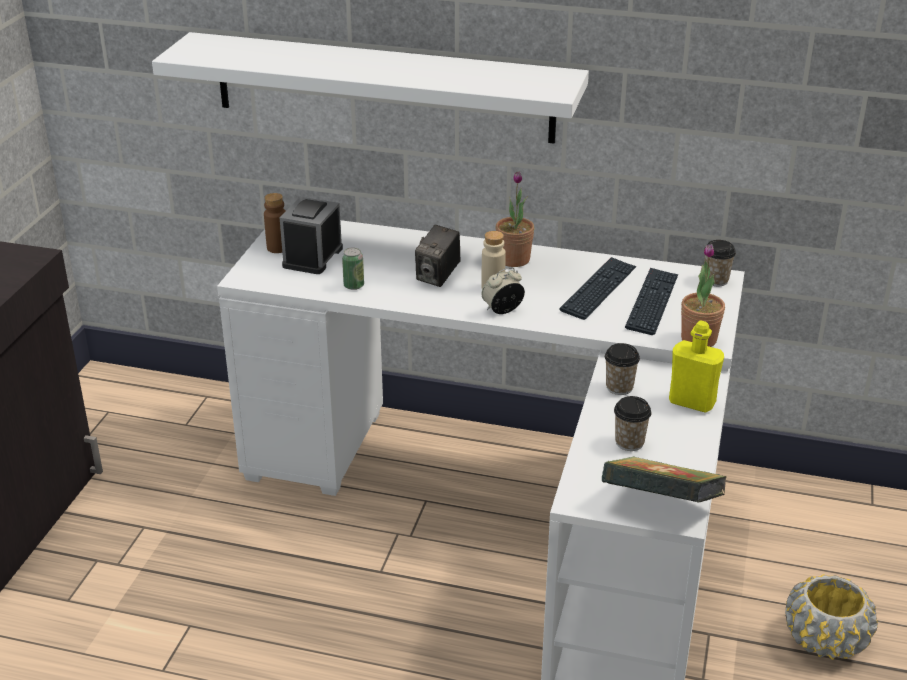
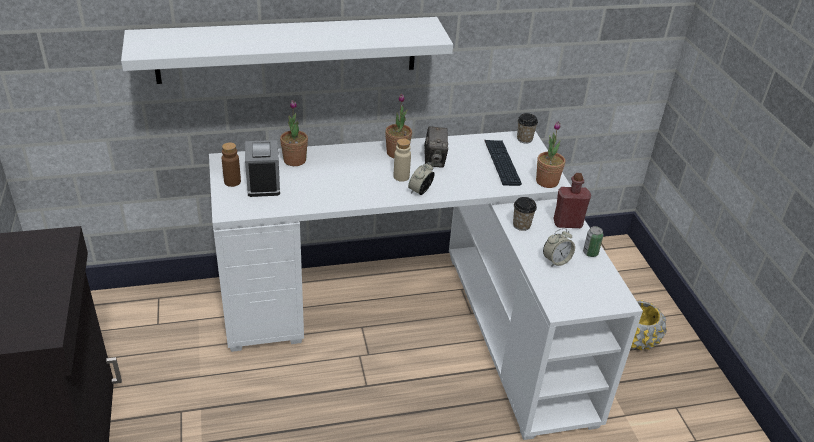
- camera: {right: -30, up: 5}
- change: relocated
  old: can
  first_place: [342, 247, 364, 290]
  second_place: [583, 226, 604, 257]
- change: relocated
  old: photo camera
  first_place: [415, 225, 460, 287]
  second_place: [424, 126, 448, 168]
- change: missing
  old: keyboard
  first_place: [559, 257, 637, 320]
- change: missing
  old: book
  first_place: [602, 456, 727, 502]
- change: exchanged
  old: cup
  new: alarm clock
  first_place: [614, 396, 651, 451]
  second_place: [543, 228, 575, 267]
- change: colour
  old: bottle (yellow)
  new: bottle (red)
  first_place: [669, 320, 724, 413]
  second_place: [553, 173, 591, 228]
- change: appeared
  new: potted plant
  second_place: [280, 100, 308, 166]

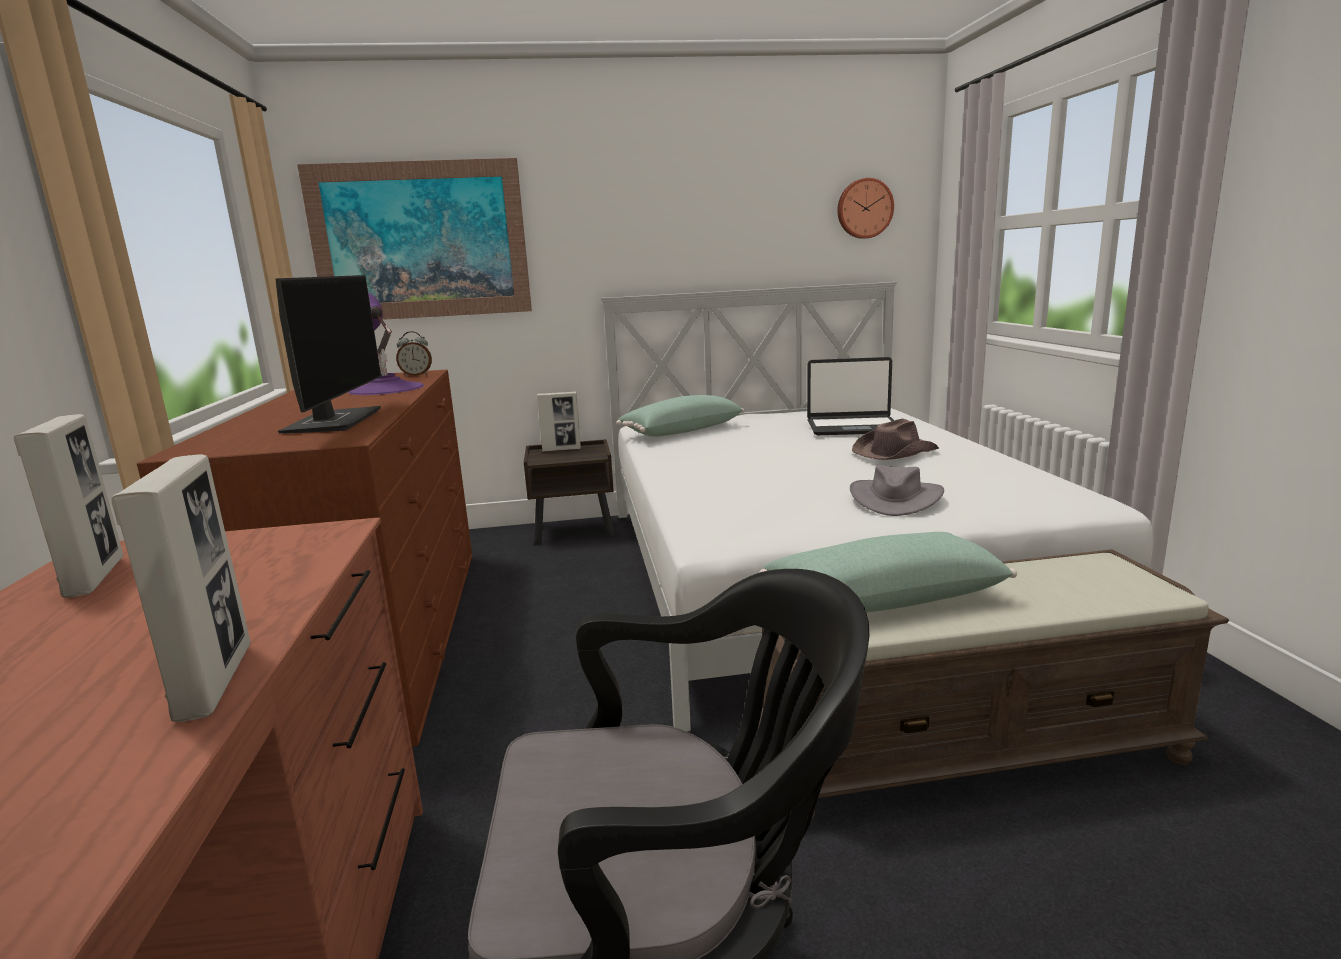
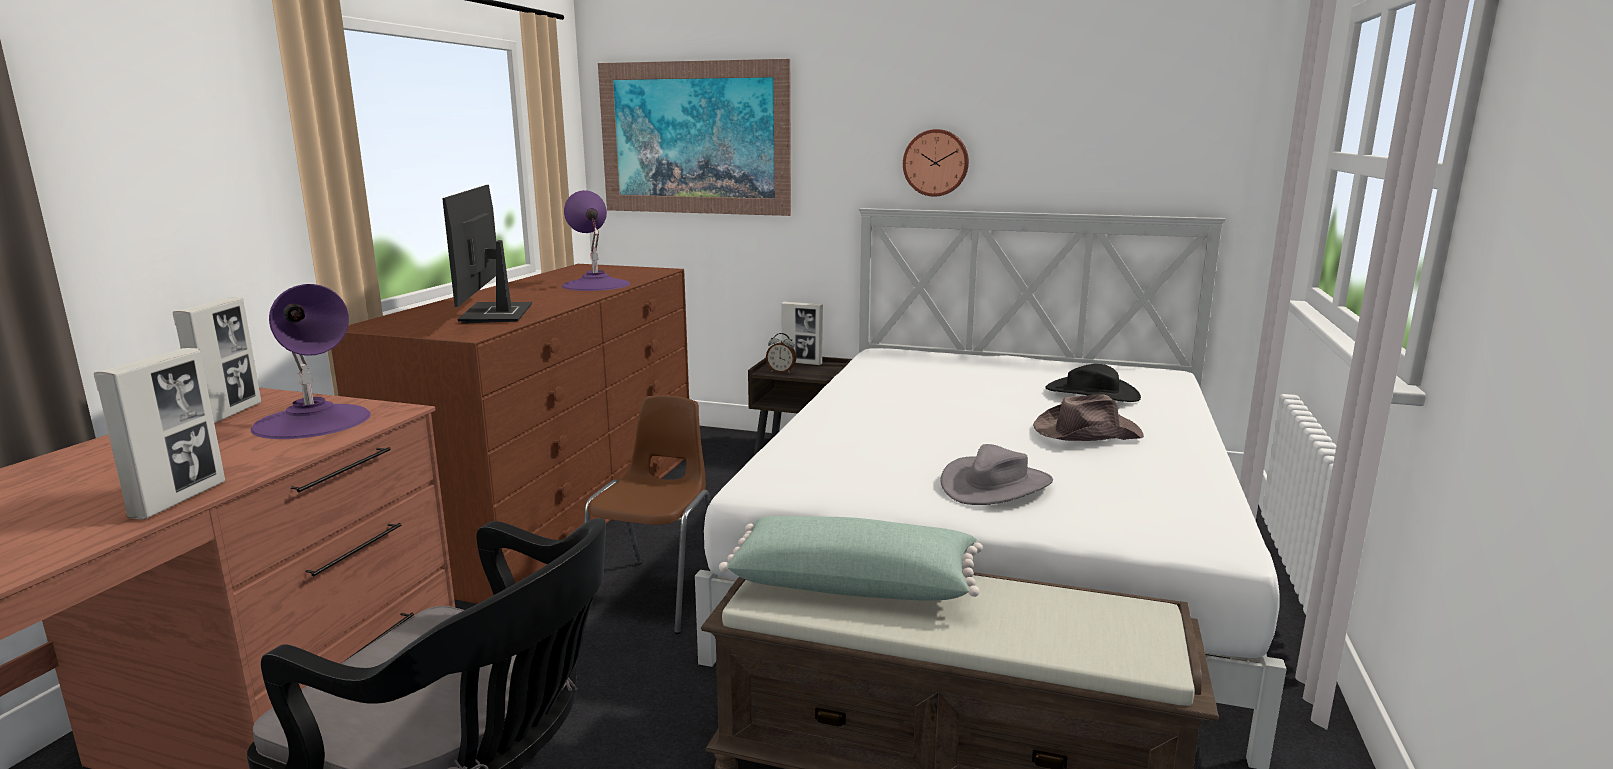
- camera: {right: 25, up: 0}
- change: spun
  old: monitor
  first_place: [276, 275, 381, 434]
  second_place: [442, 185, 532, 324]
  degrees: 150
- change: relocated
  old: alarm clock
  first_place: [396, 331, 432, 377]
  second_place: [766, 333, 796, 373]
- change: missing
  old: pillow (green)
  first_place: [616, 395, 745, 437]
- change: exchanged
  old: laptop
  new: hat (black)
  first_place: [807, 357, 894, 435]
  second_place: [1045, 364, 1141, 402]
- change: relocated
  old: wall clock
  first_place: [837, 178, 894, 239]
  second_place: [903, 129, 969, 197]
- change: appeared
  new: table lamp (purple)
  second_place: [251, 284, 371, 439]
- change: appeared
  new: chair (brown)
  second_place: [584, 395, 711, 634]

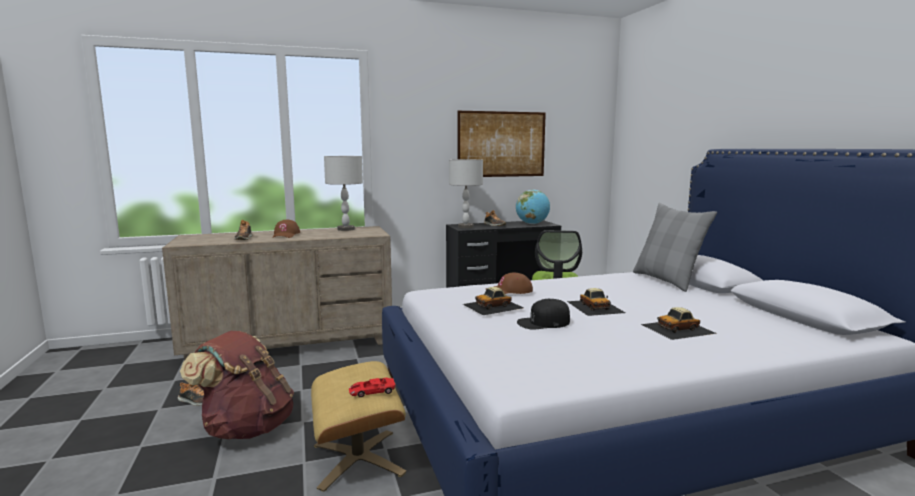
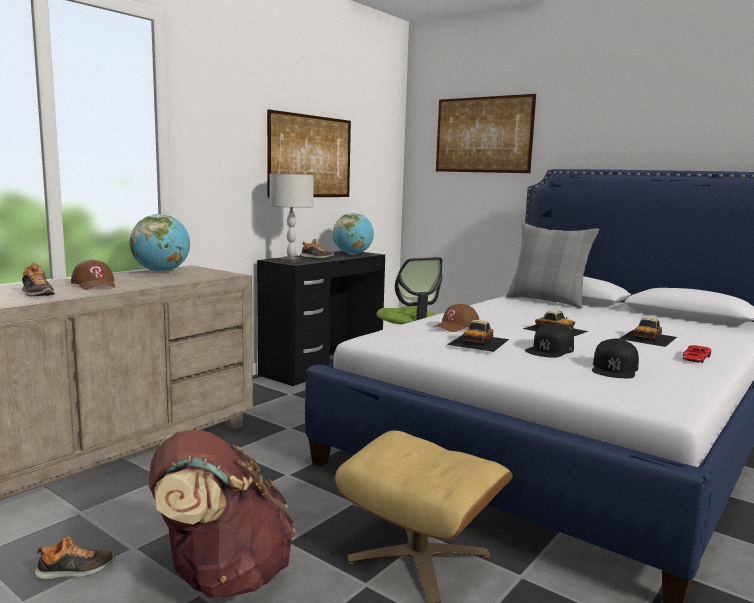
- camera: {right: -35, up: 0}
- change: exchanged
  old: table lamp (grey)
  new: globe
  first_place: [324, 156, 363, 231]
  second_place: [130, 214, 190, 272]
- change: relocated
  old: toy car (red)
  first_place: [349, 378, 396, 397]
  second_place: [683, 345, 712, 363]
- change: appeared
  new: picture
  second_place: [436, 94, 536, 173]
- change: appeared
  new: cap (black)
  second_place: [592, 338, 639, 378]

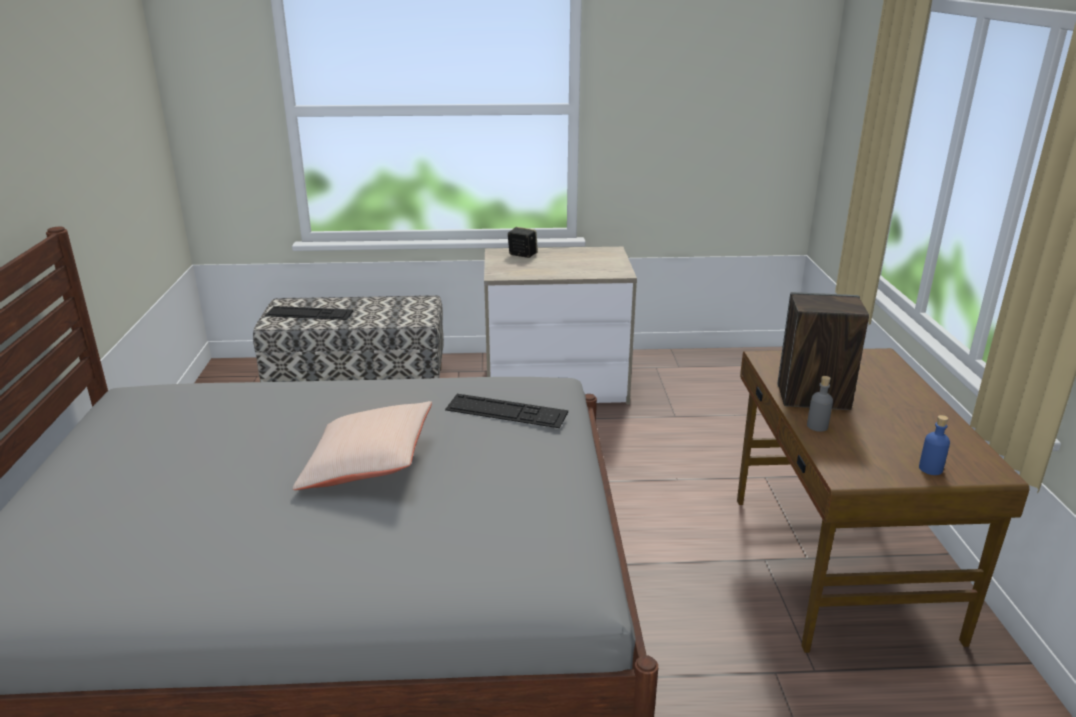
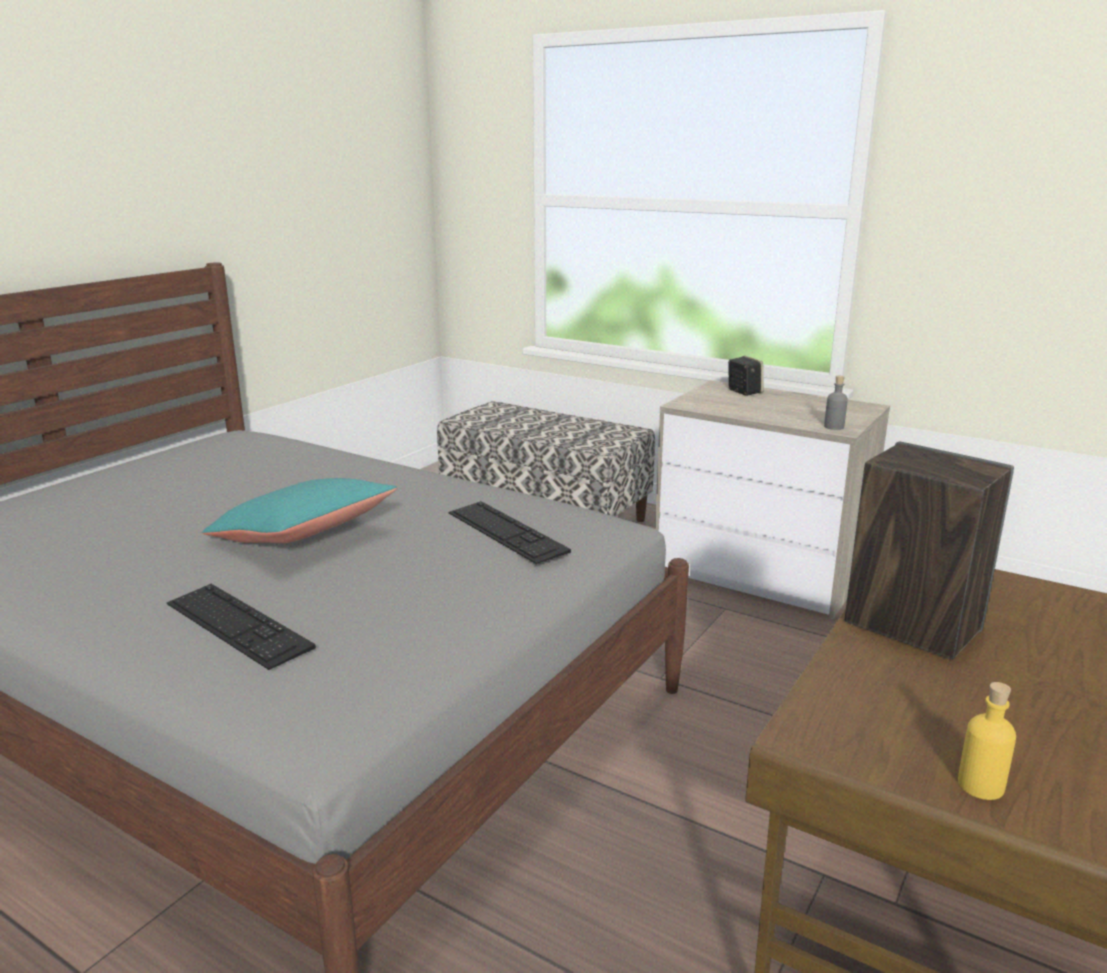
- camera: {right: 35, up: -5}
- change: relocated
  old: keyboard
  first_place: [265, 306, 353, 320]
  second_place: [167, 584, 316, 670]
- change: colour
  old: pillow (beige)
  new: pillow (turquoise)
  first_place: [293, 401, 432, 490]
  second_place: [202, 478, 397, 543]
- change: relocated
  old: bottle (grey)
  first_place: [807, 376, 833, 432]
  second_place: [824, 376, 848, 430]
- change: colour
  old: bottle (blue)
  new: bottle (yellow)
  first_place: [919, 415, 950, 475]
  second_place: [958, 682, 1016, 800]

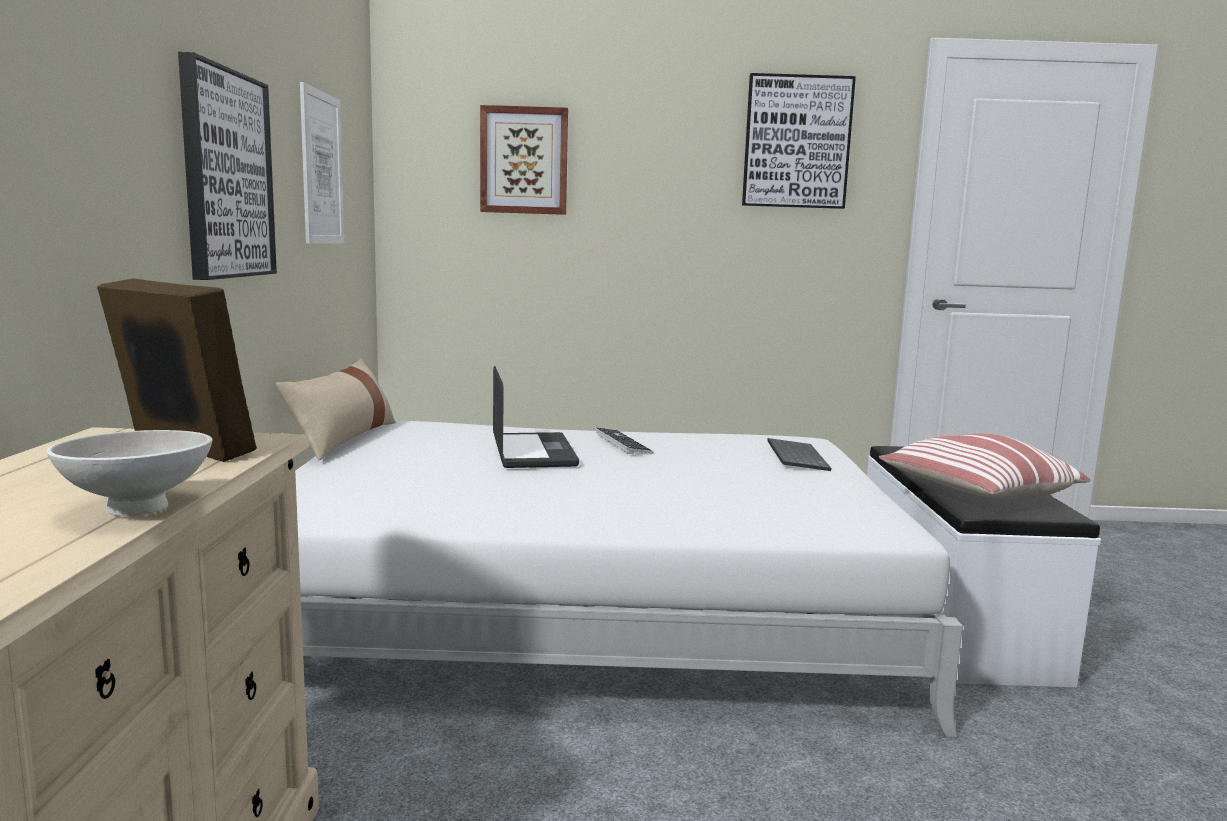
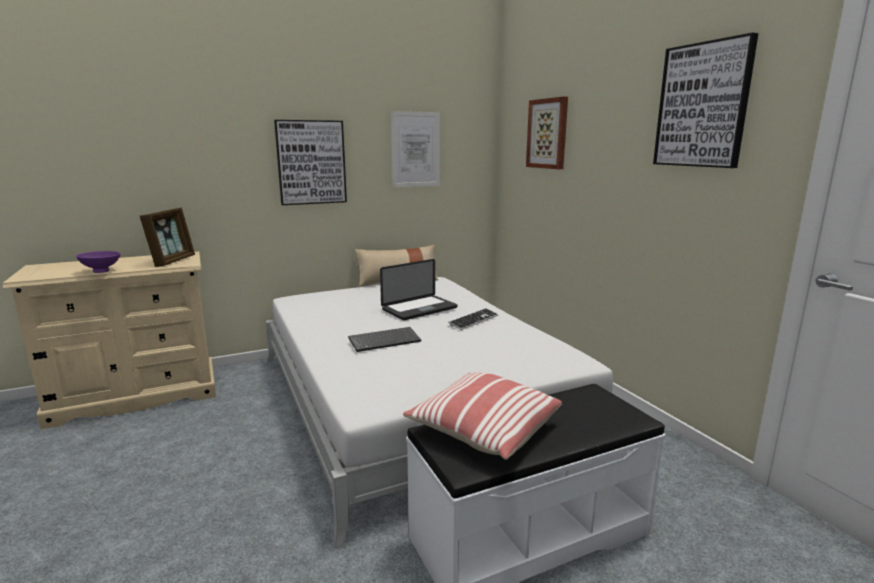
- camera: {right: 65, up: 5}
- change: colour
  old: bowl (white)
  new: bowl (purple)
  first_place: [46, 430, 213, 516]
  second_place: [76, 251, 121, 273]
- change: relocated
  old: keyboard
  first_place: [767, 438, 831, 471]
  second_place: [348, 327, 421, 352]

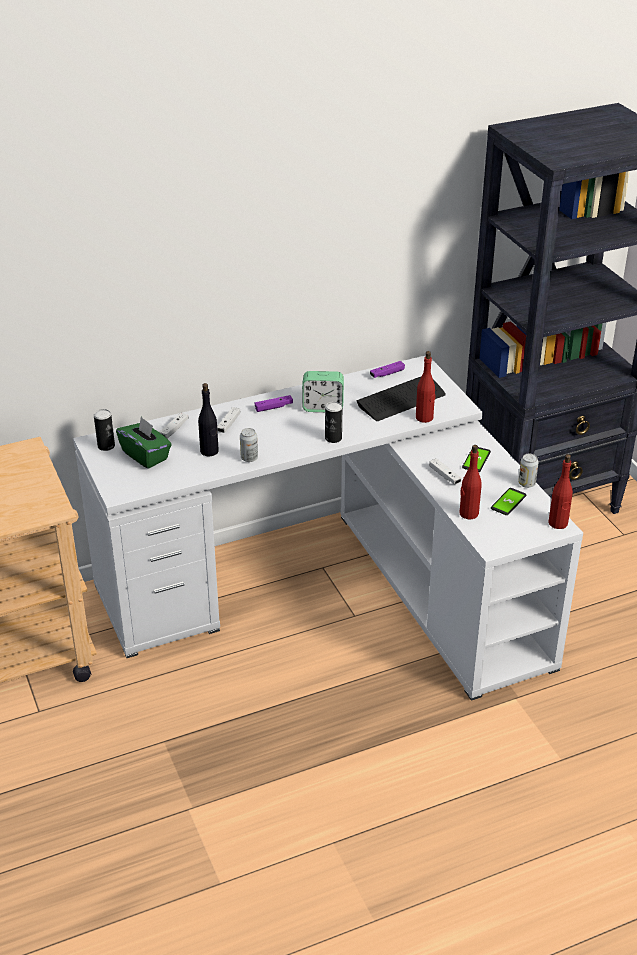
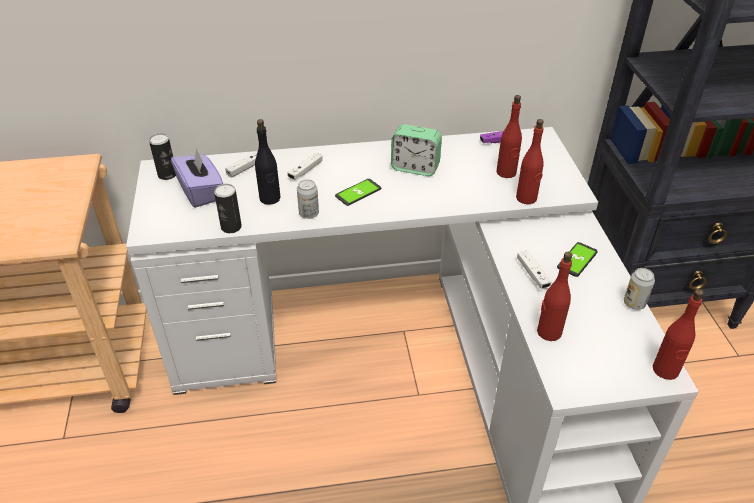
- camera: {right: 15, up: 5}
- change: colour
  old: tissue box (green)
  new: tissue box (purple)
  first_place: [116, 417, 172, 469]
  second_place: [171, 148, 223, 208]
- change: missing
  old: game controller (purple)
  first_place: [255, 395, 293, 412]
- change: relocated
  old: can
  first_place: [325, 402, 342, 443]
  second_place: [214, 184, 242, 233]
- change: exchanged
  old: keyboard
  new: bottle (red)
  first_place: [356, 376, 446, 421]
  second_place: [496, 95, 522, 178]
- change: relocated
  old: phone
  first_place: [491, 488, 526, 515]
  second_place: [335, 179, 381, 206]

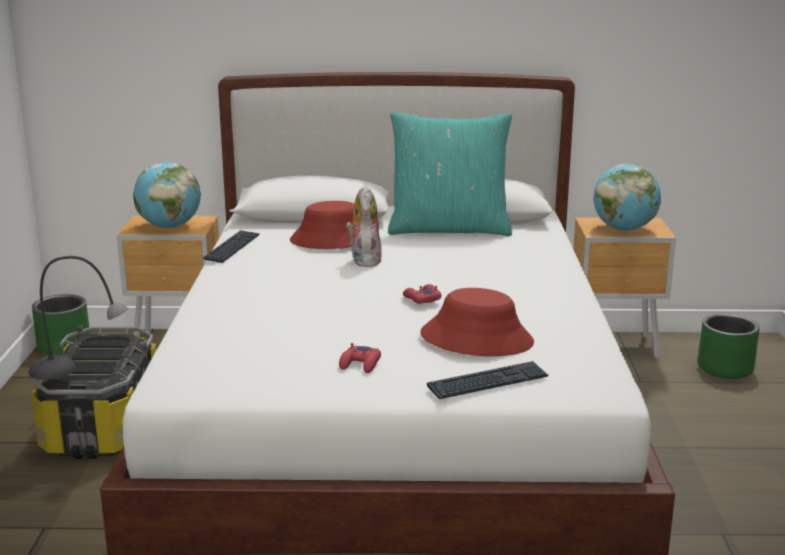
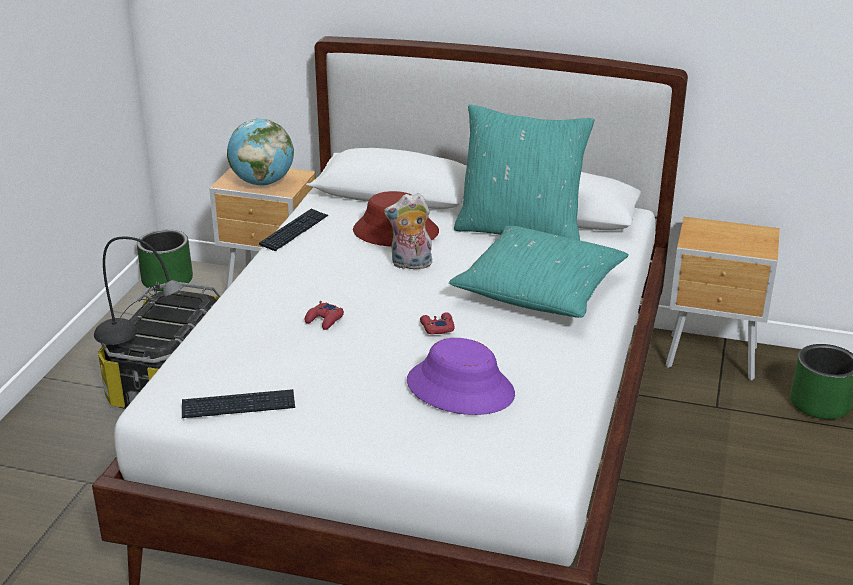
- camera: {right: 15, up: 10}
- change: relocated
  old: game controller (red)
  first_place: [339, 343, 381, 373]
  second_place: [305, 301, 344, 330]
- change: spun
  old: plush toy
  first_place: [346, 184, 382, 267]
  second_place: [384, 193, 432, 269]
  degrees: -105
- change: colour
  old: hat (red)
  new: hat (purple)
  first_place: [420, 288, 534, 356]
  second_place: [407, 338, 515, 415]
- change: relocated
  old: keyboard
  first_place: [427, 361, 549, 399]
  second_place: [182, 389, 295, 418]
- change: missing
  old: globe
  first_place: [593, 164, 661, 231]
- change: appeared
  new: pillow (turquoise)
  second_place: [449, 226, 629, 318]

